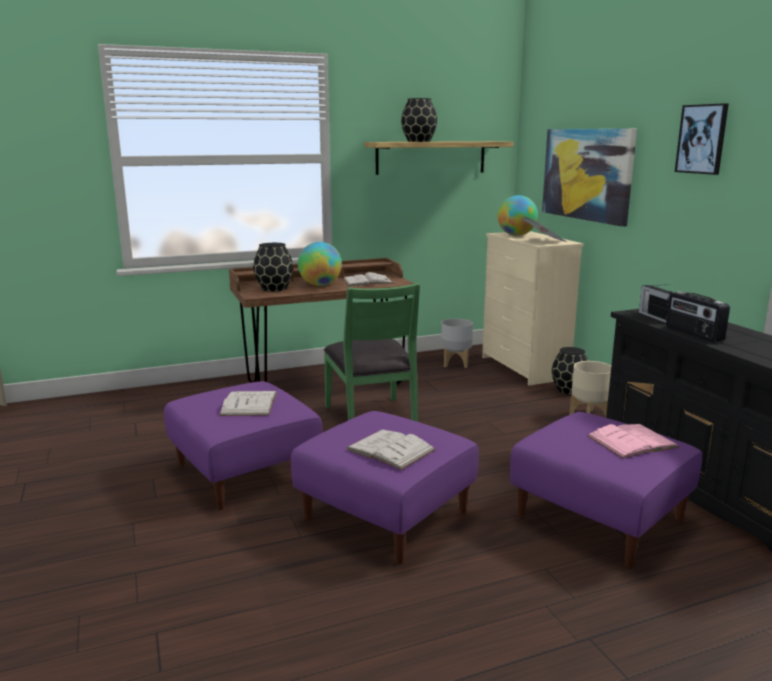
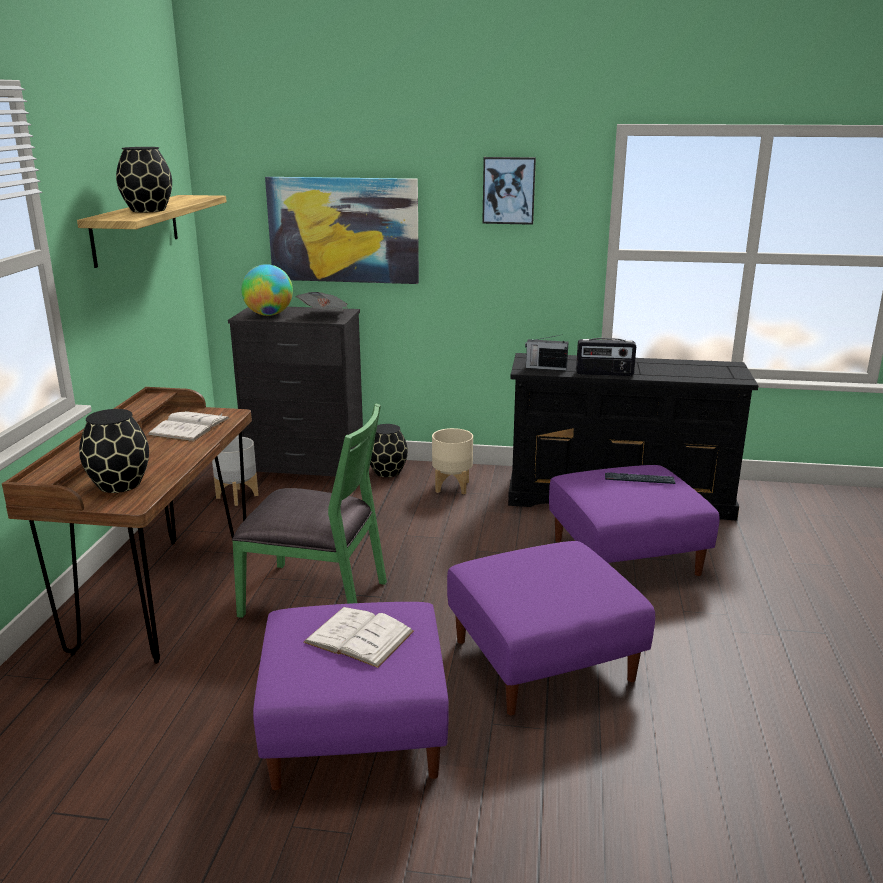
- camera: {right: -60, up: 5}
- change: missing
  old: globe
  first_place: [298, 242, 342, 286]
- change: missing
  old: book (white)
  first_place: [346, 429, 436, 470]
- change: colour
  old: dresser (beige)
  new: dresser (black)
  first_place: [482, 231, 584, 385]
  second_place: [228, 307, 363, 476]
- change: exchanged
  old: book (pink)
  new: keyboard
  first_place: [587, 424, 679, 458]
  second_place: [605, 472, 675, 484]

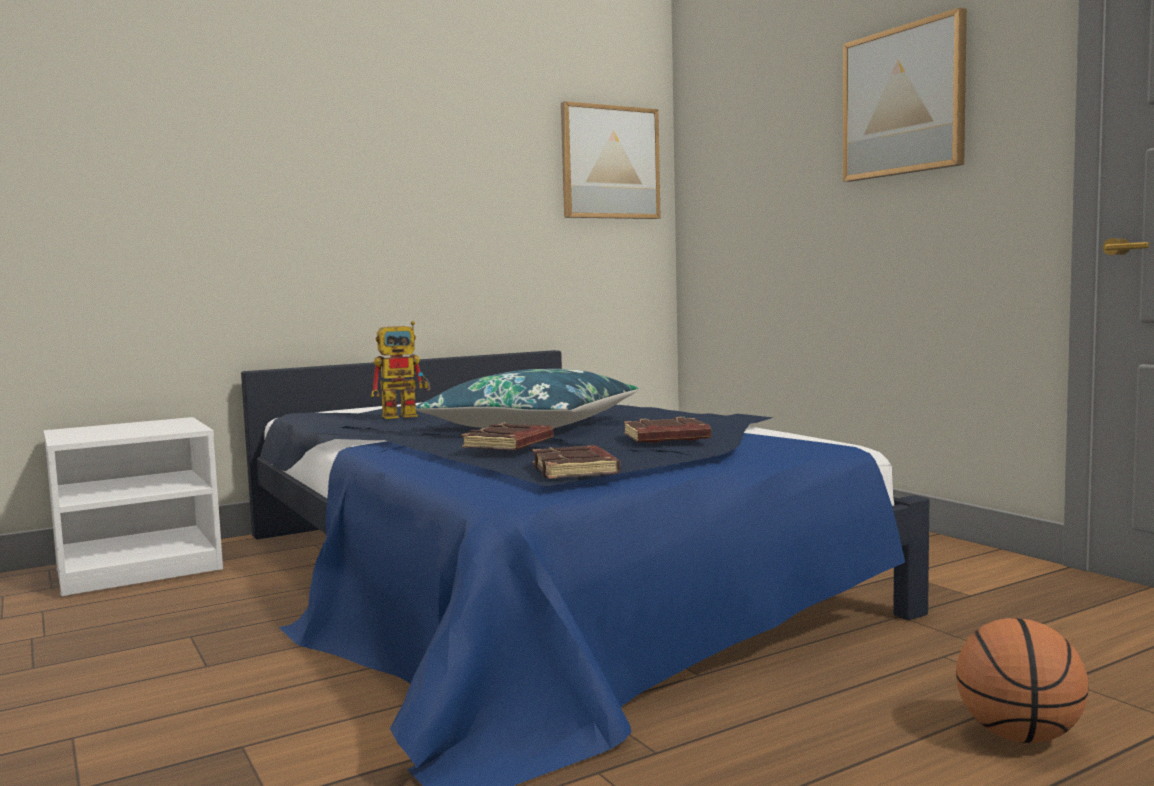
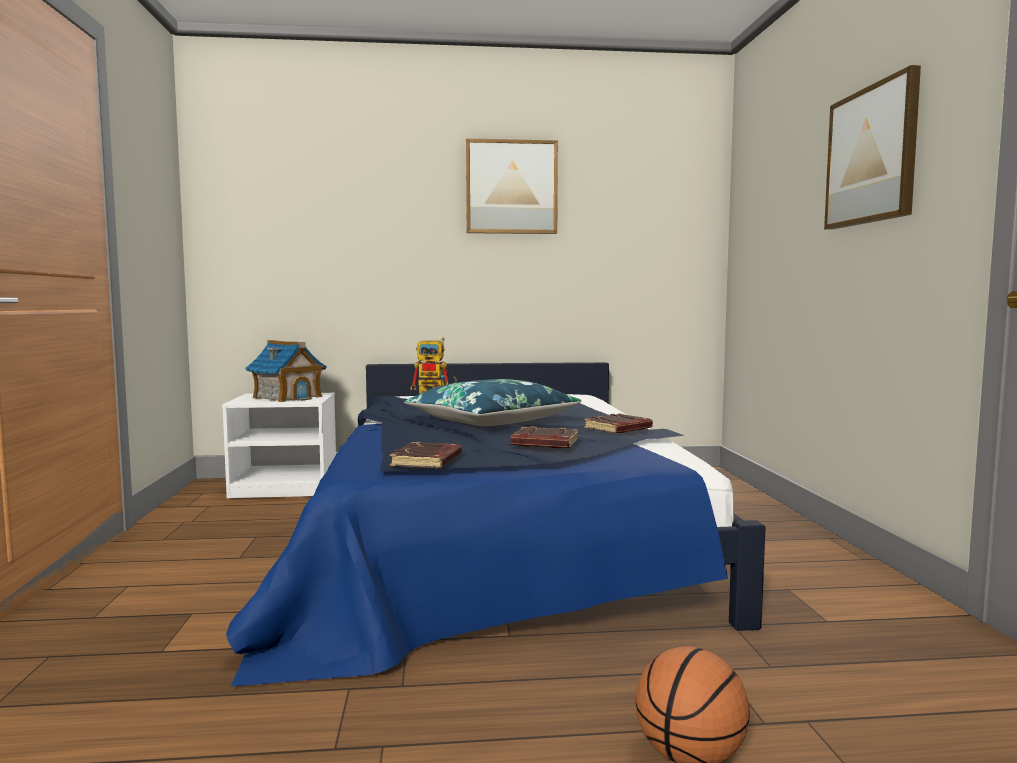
- camera: {right: 25, up: 0}
- change: relocated
  old: book (brown)
  first_place: [461, 423, 554, 450]
  second_place: [584, 413, 653, 434]
- change: relocated
  old: picture
  first_place: [561, 101, 660, 219]
  second_place: [466, 138, 558, 234]
- change: appeared
  new: toy house
  second_place: [245, 340, 327, 402]

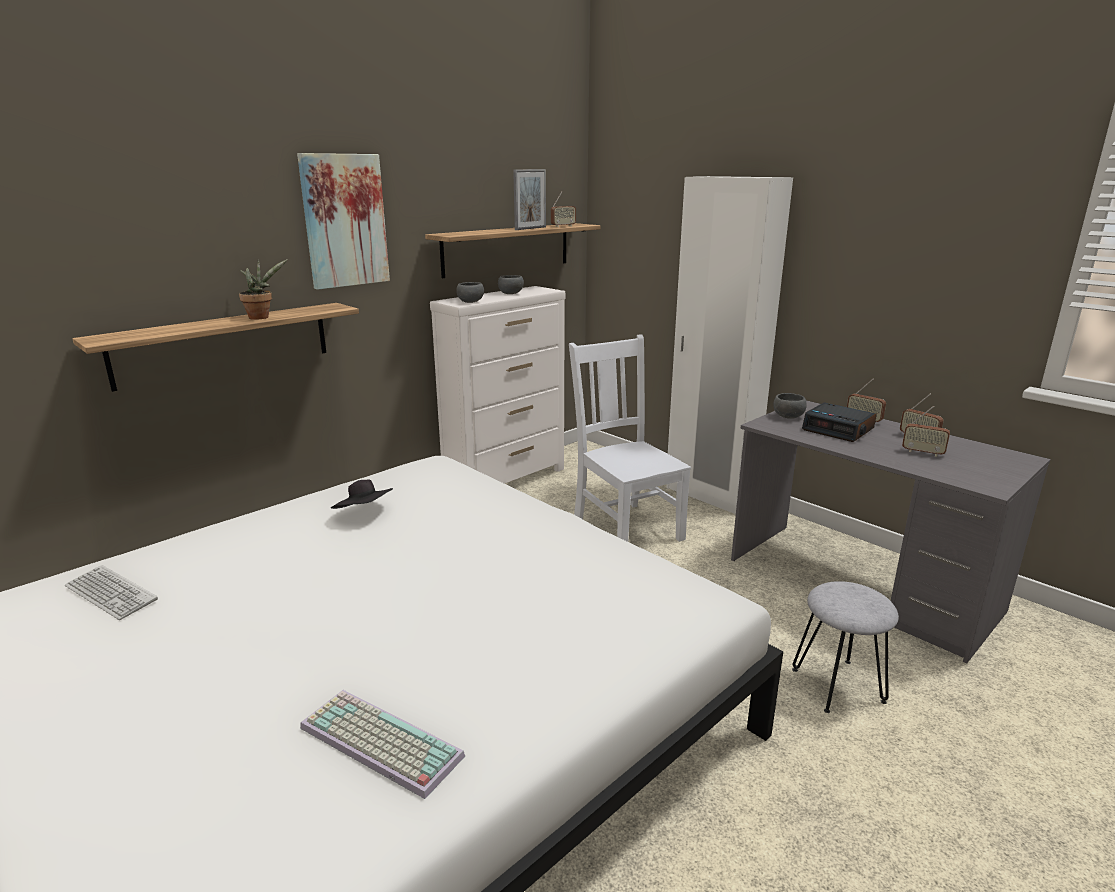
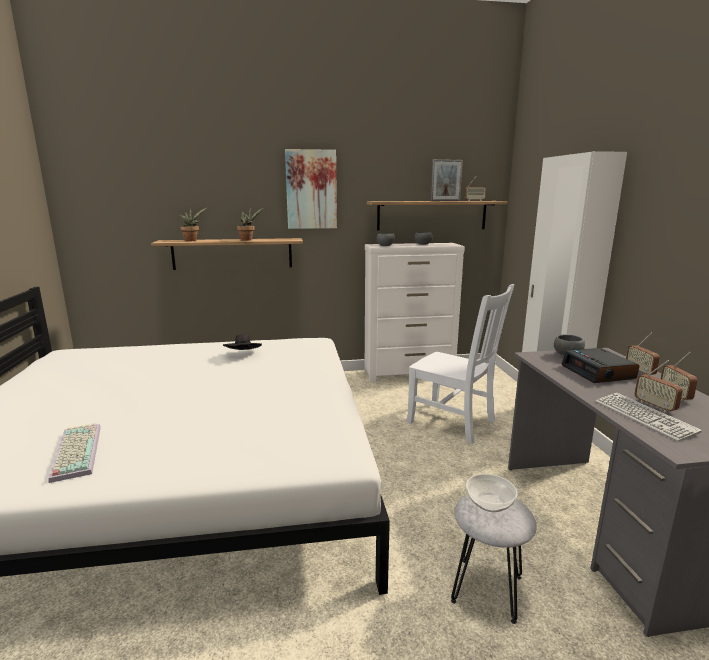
- camera: {right: 35, up: -5}
- change: relocated
  old: keyboard
  first_place: [65, 565, 158, 620]
  second_place: [595, 393, 702, 441]
- change: spun
  old: chair (white)
  first_place: [569, 334, 691, 542]
  second_place: [407, 284, 515, 444]
  degrees: 120
- change: appeared
  new: potted plant
  second_place: [178, 208, 207, 241]
- change: appeared
  new: bowl
  second_place: [466, 474, 518, 512]

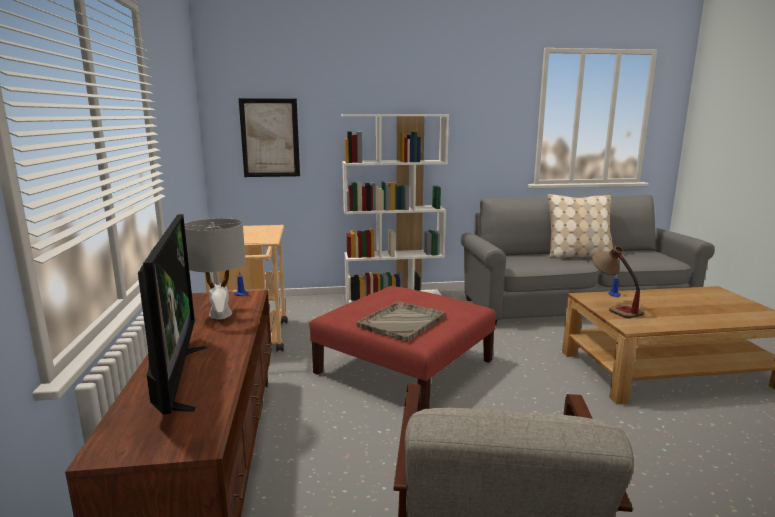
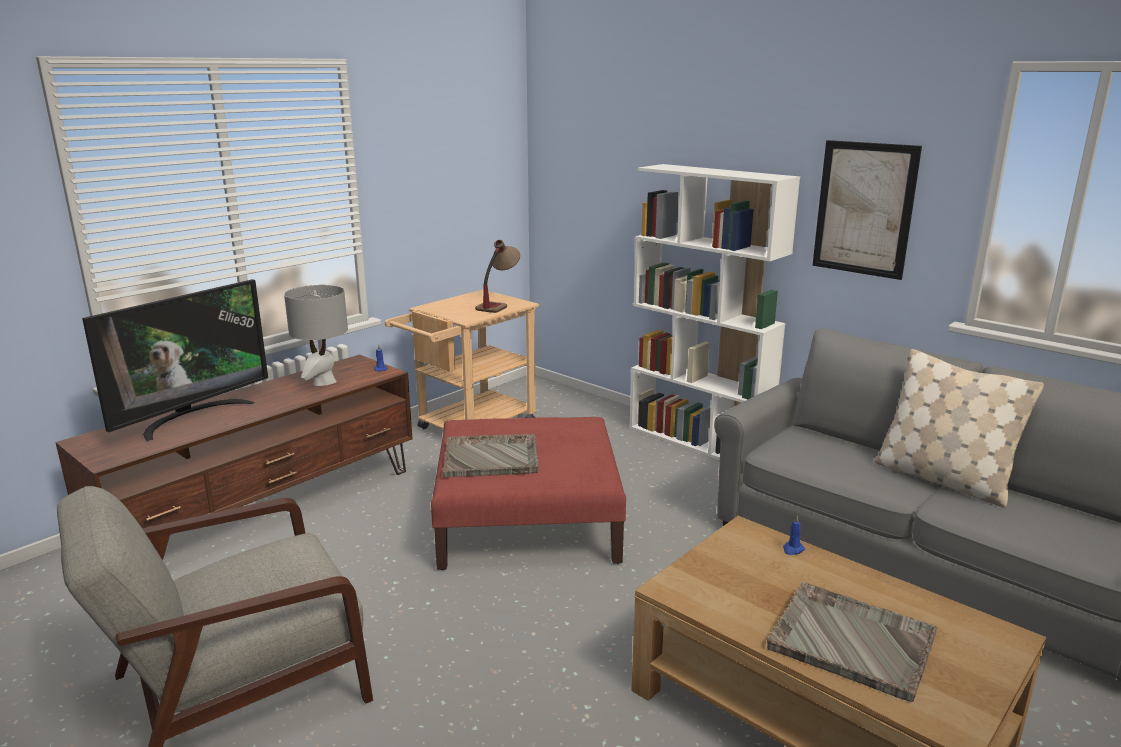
- camera: {right: 50, up: 5}
- change: relocated
  old: picture
  first_place: [239, 98, 300, 177]
  second_place: [812, 140, 922, 280]
- change: relocated
  old: table lamp
  first_place: [592, 246, 644, 318]
  second_place: [475, 240, 520, 313]
- change: appeared
  new: tray (grey)
  second_place: [767, 583, 937, 702]

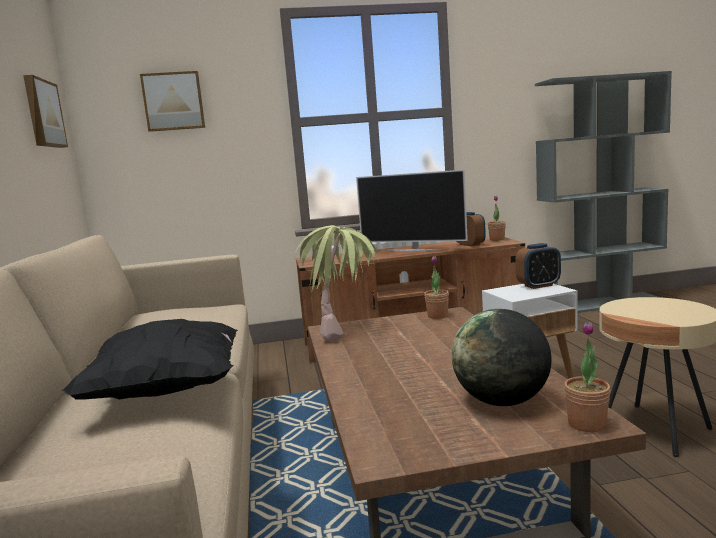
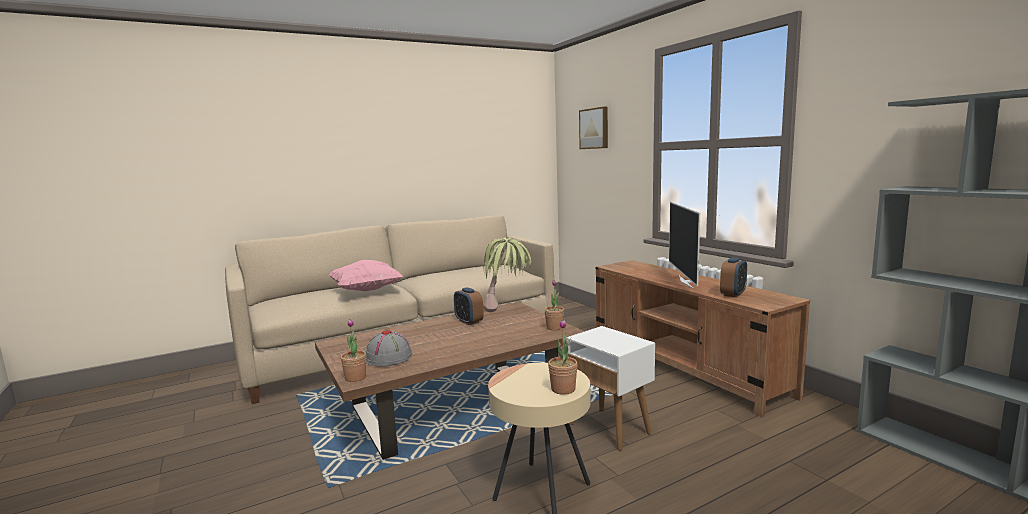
- camera: {right: 70, up: 0}
- change: missing
  old: picture
  first_place: [23, 75, 68, 148]
- change: colour
  old: pillow (black)
  new: pillow (pink)
  first_place: [61, 319, 238, 400]
  second_place: [329, 260, 403, 291]
- change: exchanged
  old: globe
  new: hat (grey)
  first_place: [452, 309, 552, 406]
  second_place: [366, 330, 412, 367]
- change: relocated
  old: potted plant
  first_place: [488, 196, 506, 241]
  second_place: [548, 320, 578, 395]
- change: relocated
  old: alarm clock
  first_place: [515, 243, 561, 289]
  second_place: [454, 287, 484, 325]

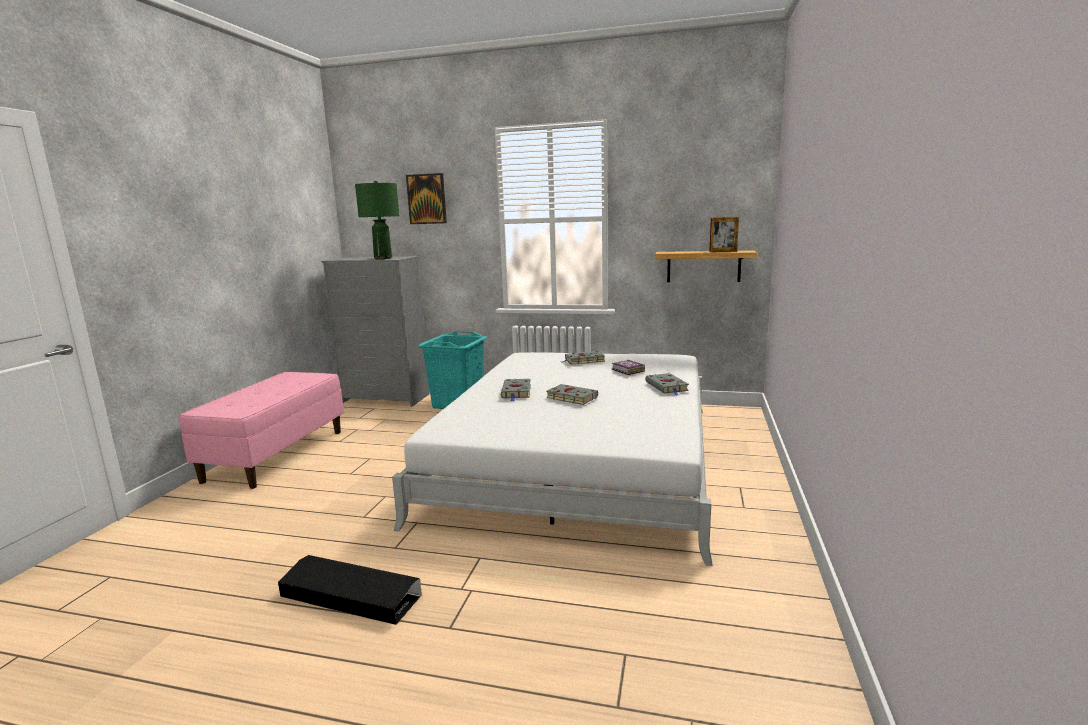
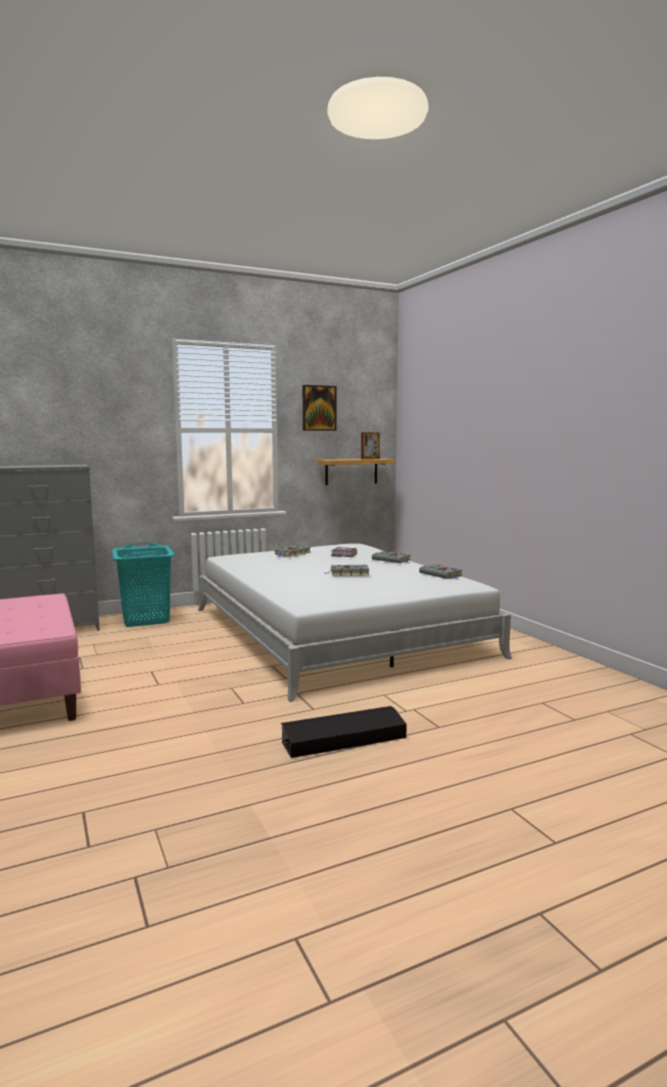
- camera: {right: -40, up: -5}
- change: missing
  old: table lamp (green)
  first_place: [355, 181, 399, 259]
- change: relocated
  old: picture
  first_place: [406, 173, 447, 224]
  second_place: [303, 385, 336, 431]
- change: relocated
  old: book (grey)
  first_place: [501, 379, 531, 401]
  second_place: [419, 564, 463, 580]

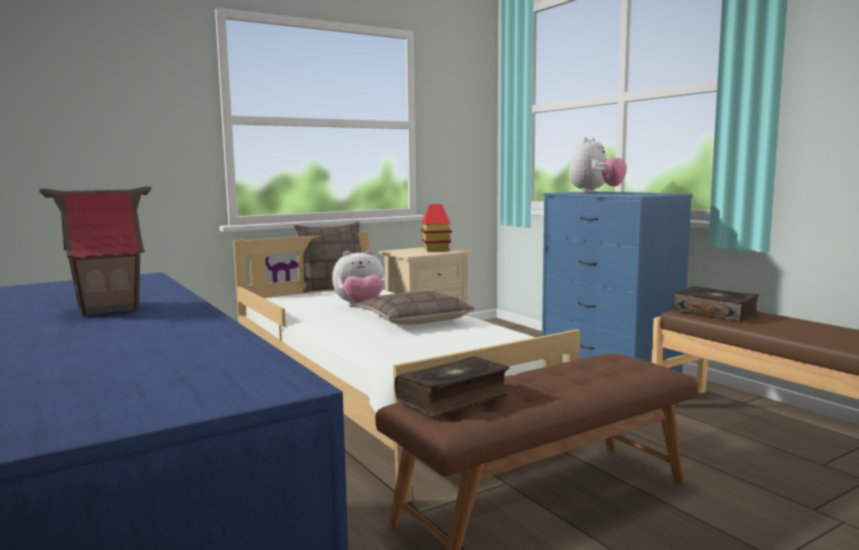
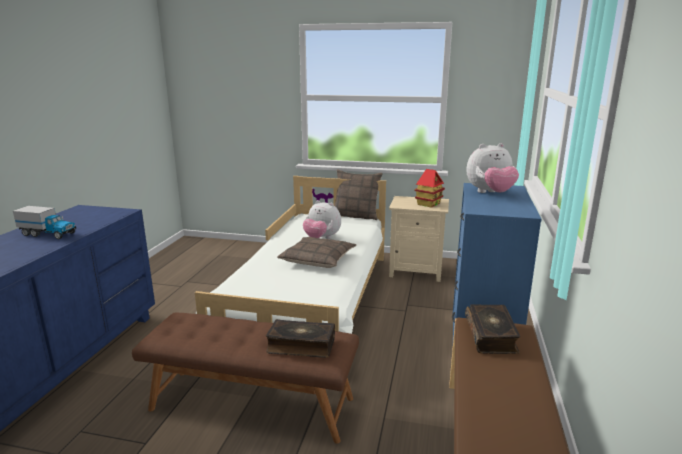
- camera: {right: 45, up: 10}
- change: exchanged
  old: toy house
  new: toy truck
  first_place: [39, 186, 151, 316]
  second_place: [13, 206, 76, 239]
- change: relocated
  old: book
  first_place: [394, 356, 510, 417]
  second_place: [266, 319, 335, 358]

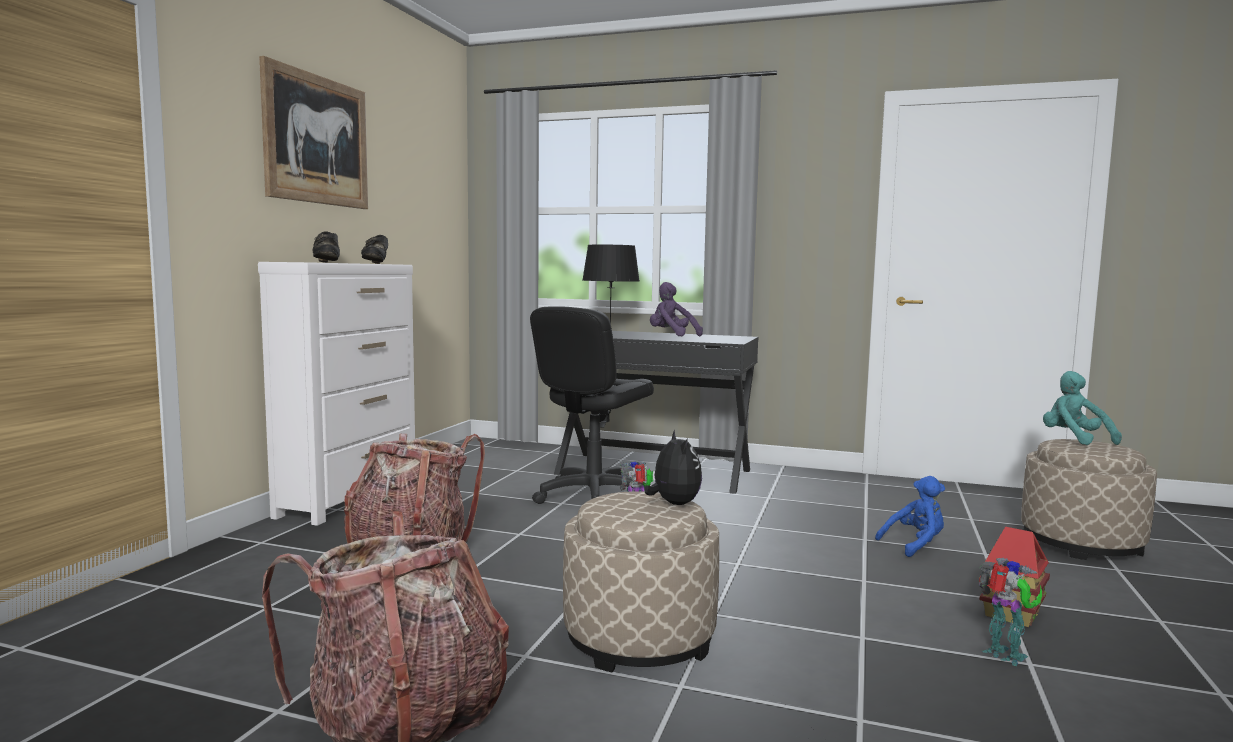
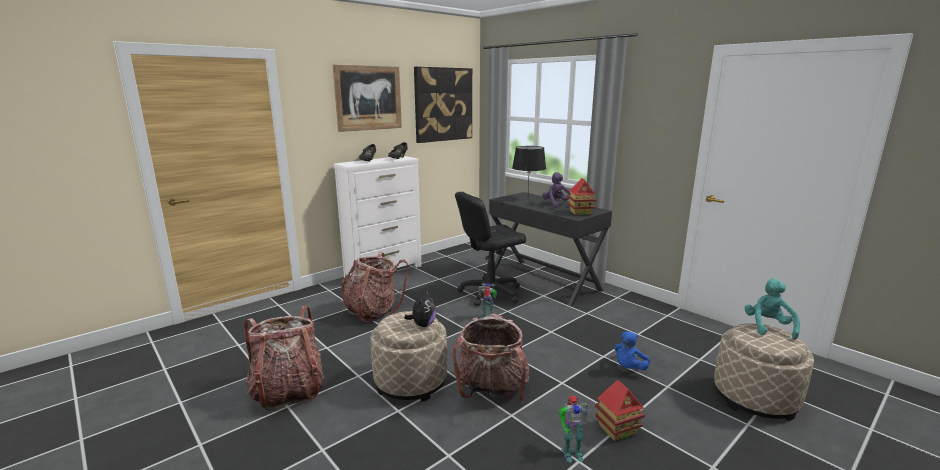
- camera: {right: 30, up: 10}
- change: spun
  old: plush toy (blue)
  first_place: [875, 476, 945, 557]
  second_place: [614, 331, 650, 370]
  degrees: 120
- change: spun
  old: toy robot
  first_place: [979, 558, 1042, 666]
  second_place: [559, 395, 590, 462]
  degrees: 90
- change: appeared
  new: picture
  second_place: [414, 67, 472, 143]
- change: appeared
  new: backpack
  second_place: [453, 313, 529, 403]
- change: appeared
  new: toy house
  second_place: [568, 178, 596, 215]

